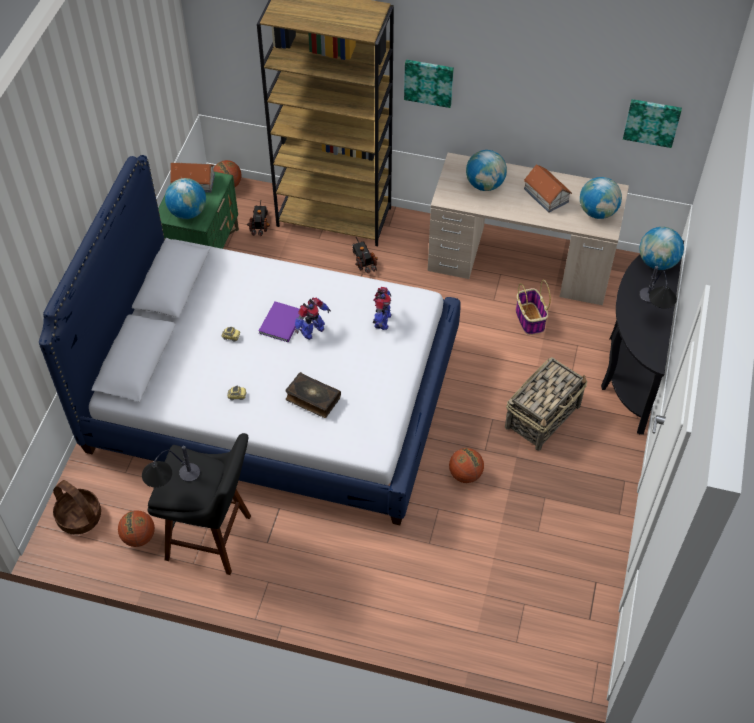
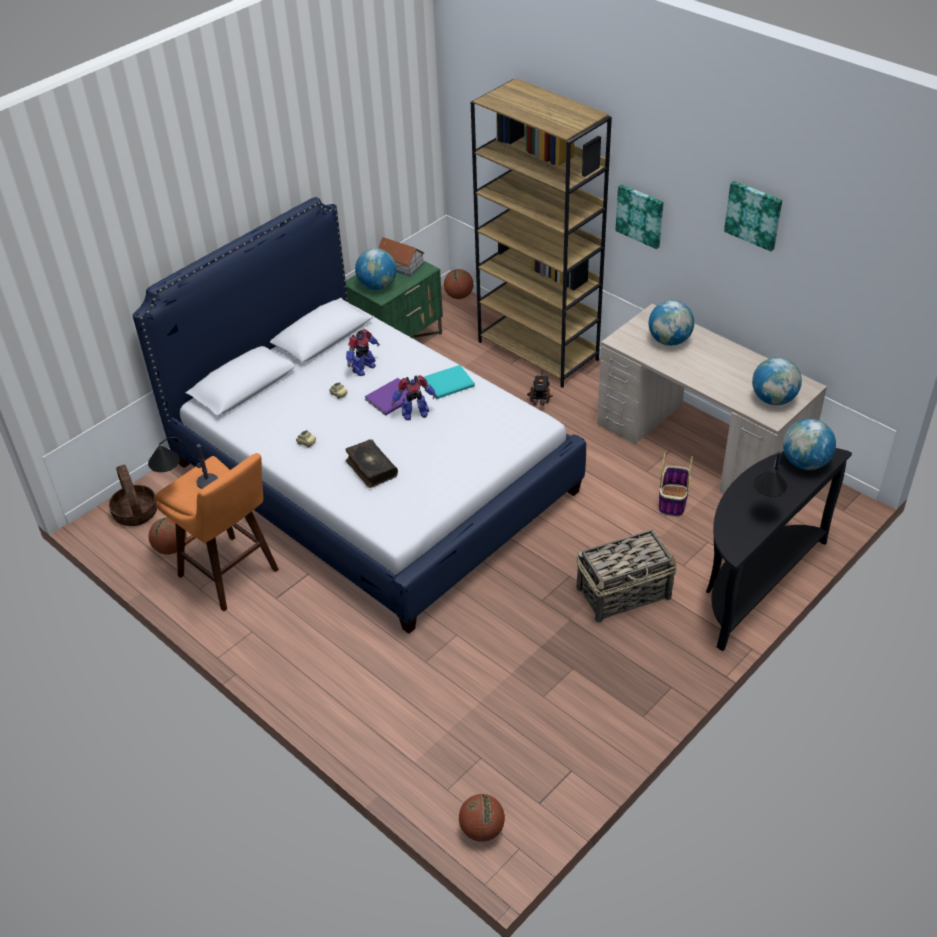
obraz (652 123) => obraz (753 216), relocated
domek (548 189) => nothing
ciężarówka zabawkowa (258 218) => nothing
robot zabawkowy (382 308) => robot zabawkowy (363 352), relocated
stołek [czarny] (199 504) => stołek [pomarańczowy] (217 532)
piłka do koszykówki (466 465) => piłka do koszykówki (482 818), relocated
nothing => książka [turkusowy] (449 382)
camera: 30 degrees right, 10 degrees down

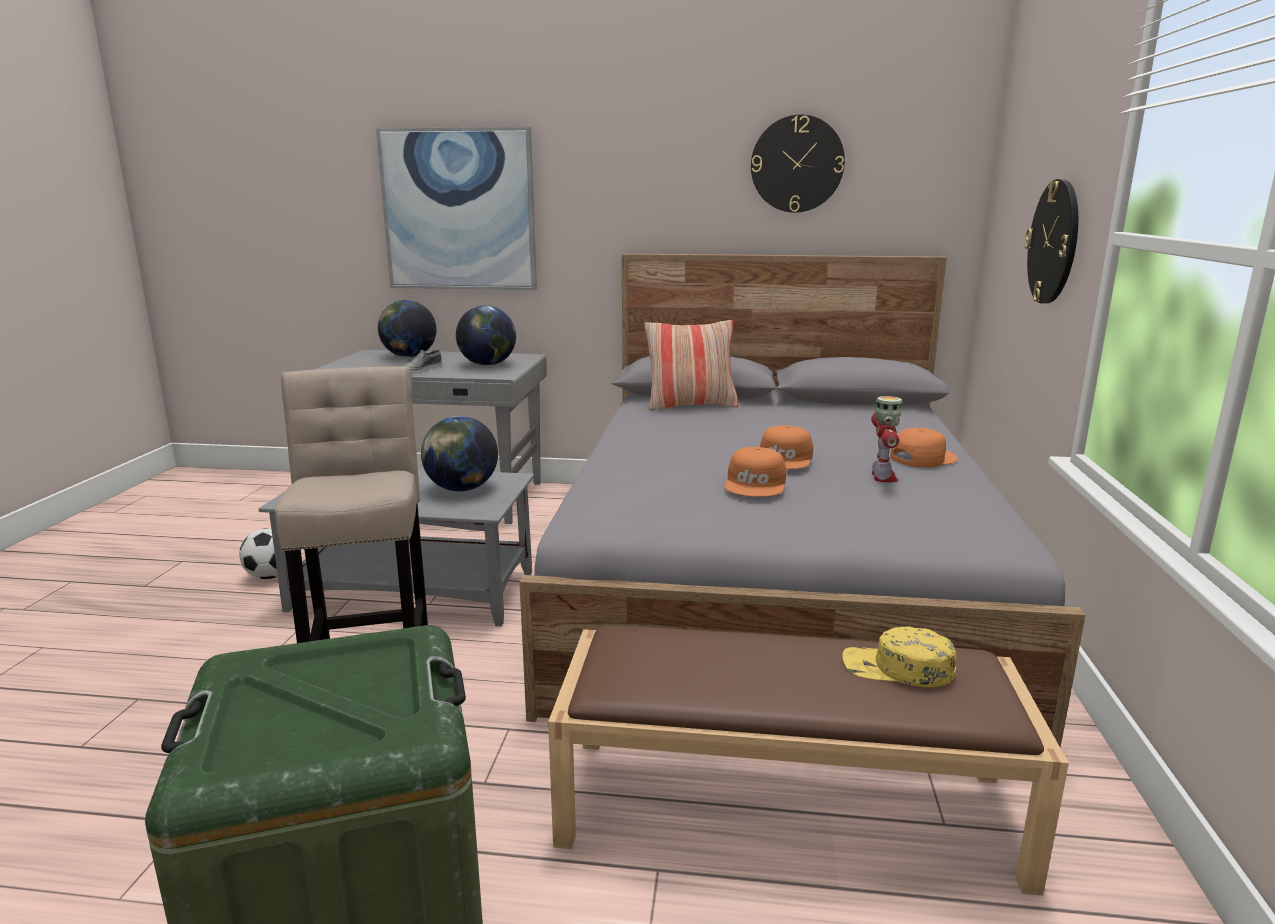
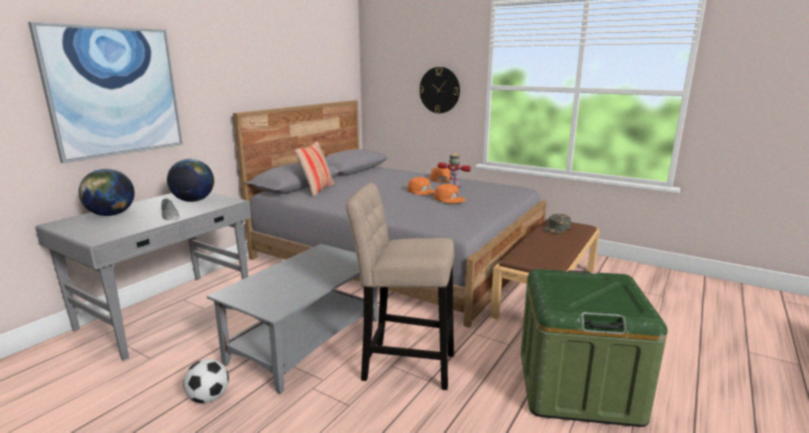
zegar ścienny (798 163) => nothing
globus (459 453) => nothing
czapka z daszkiem [żółty] (899 656) => czapka z daszkiem [zielony] (557 224)
camera: 65 degrees left, 0 degrees up

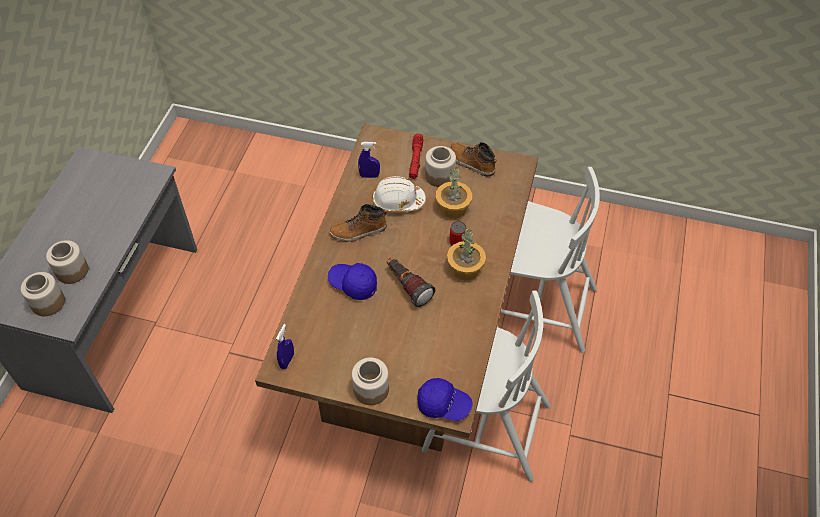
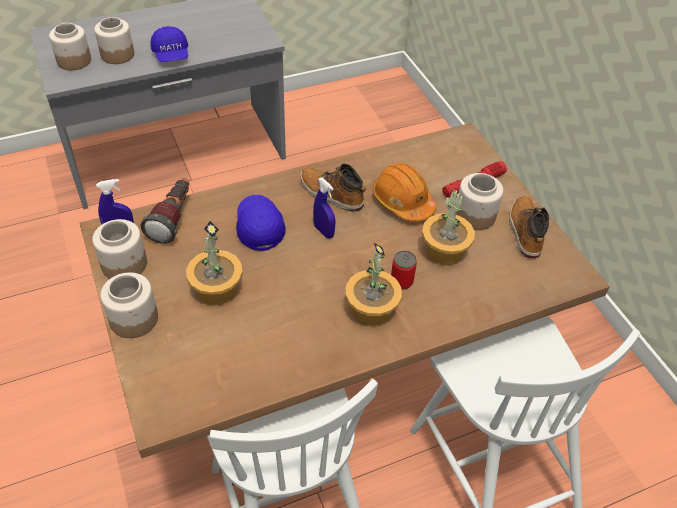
spryskiwacz [niebieski] (369 160) => spryskiwacz [niebieski] (324 208), relocated
kask [biały] (399 194) => kask [pomarańczowy] (404 192)
latarka (411 282) => latarka (165 211), relocated
czapka z daszkiem [niebieski] (445 399) => czapka z daszkiem [niebieski] (169 44), relocated
nothing => słoik (119 249)
nothing => roślina doniczkowa (214 263)
camera: 50 degrees right, 5 degrees down

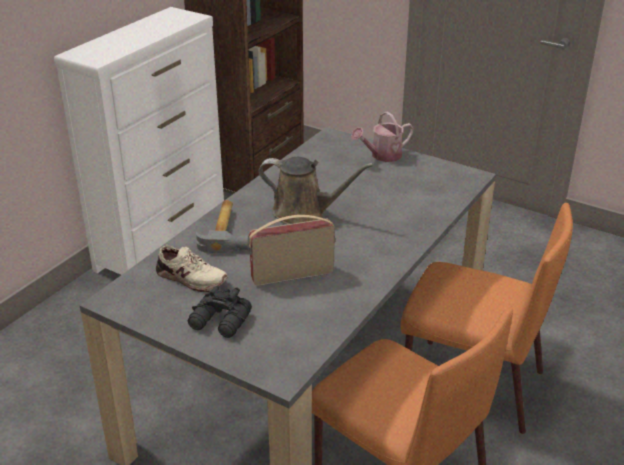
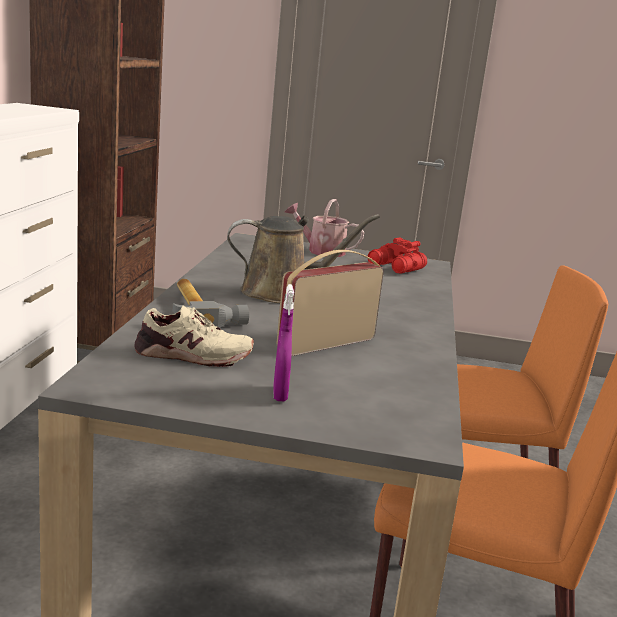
konewka (382 136) => konewka (324 228), 75 degrees clockwise
lornetka [czarny] (220 312) => spryskiwacz [fioletowy] (283 342)
nothing => lornetka [czerwony] (397 255)
camera: 25 degrees left, 15 degrees down

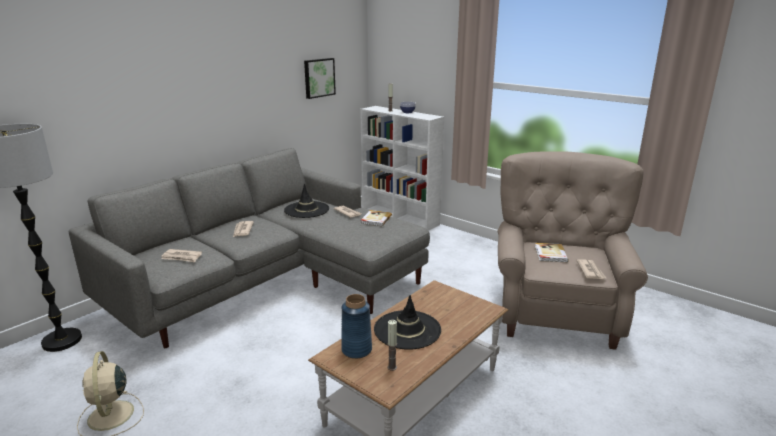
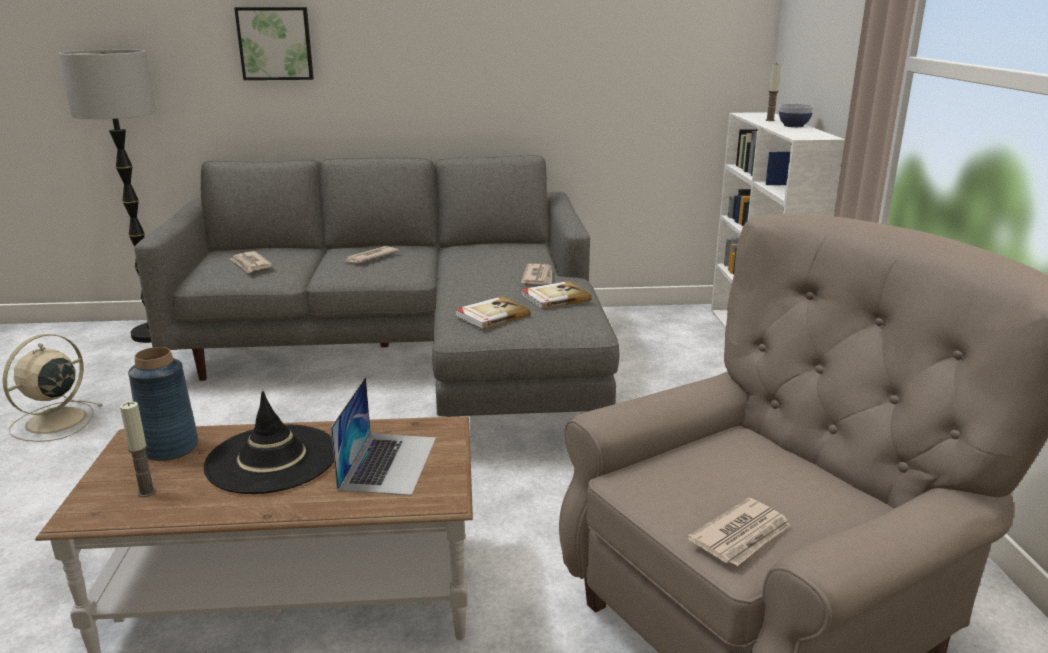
obraz (320 78) => obraz (274 43), relocated
kapelusz [czarny] (306 201) => nothing
książka (552 252) => książka (492 312), relocated
nothing => laptop (383 436)
camera: 45 degrees right, 0 degrees up

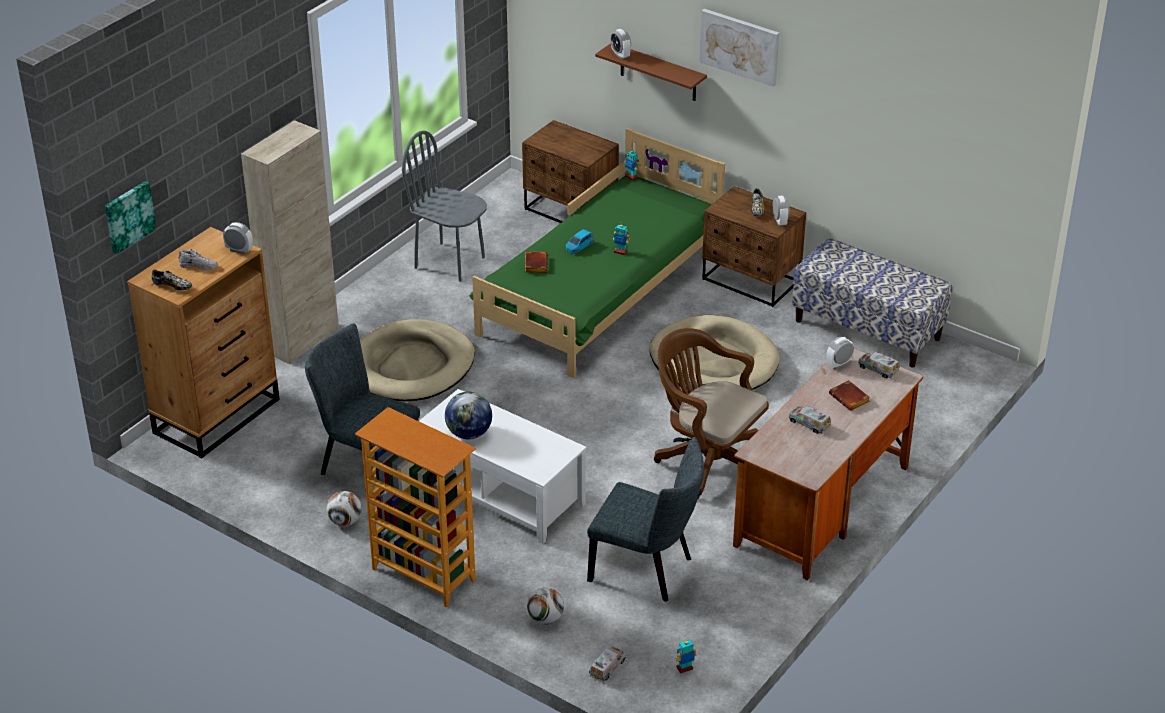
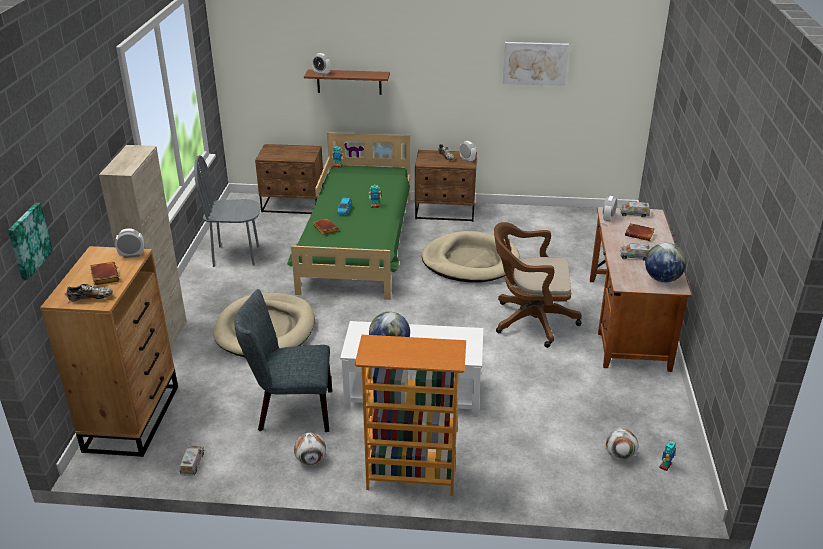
obraz (739 48) => obraz (536 64), relocated
ławka (872 303) => nothing
but [biały] (198 259) => książka [brązowy] (104 273)
krzesło [szary] (645 519) => nothing
piłka futbolowa (545 606) => piłka futbolowa (622 444), relocated
ciężarówka zabawkowa (607 664) => ciężarówka zabawkowa (192 461), relocated
nothing => globus (665 263)
camera: 30 degrees left, 5 degrees down

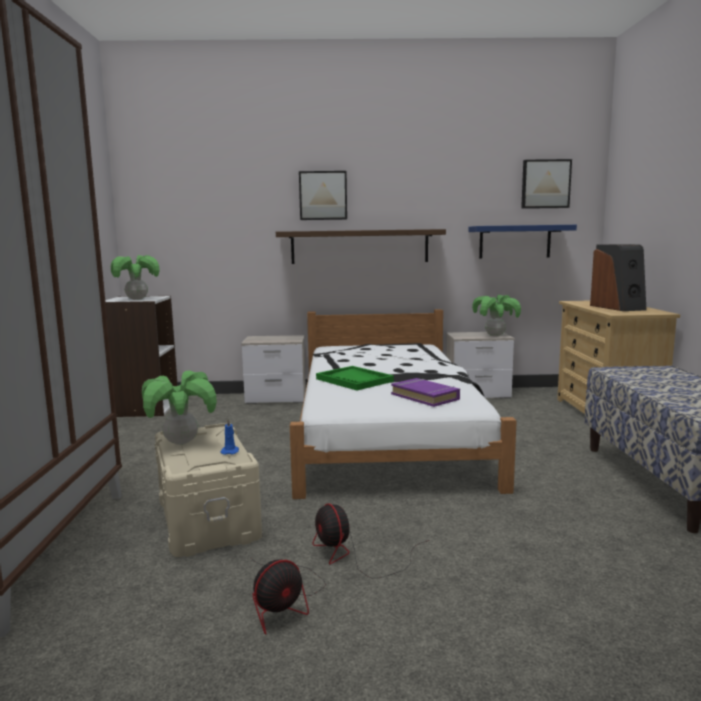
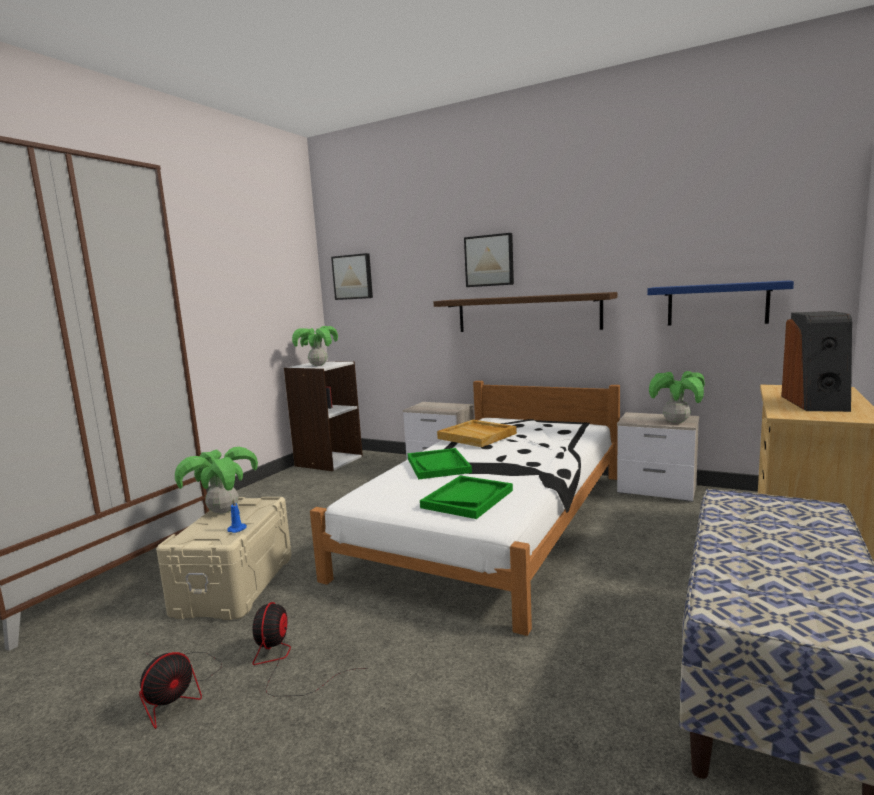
obraz (546 184) => obraz (352 276), relocated
książka [fioletowy] (425 392) => taca [zielony] (466 497)
wentylator (288 596) => wentylator (180 690), 45 degrees counterclockwise
nothing => taca [beżowy] (477 433)
camera: 30 degrees right, 0 degrees up

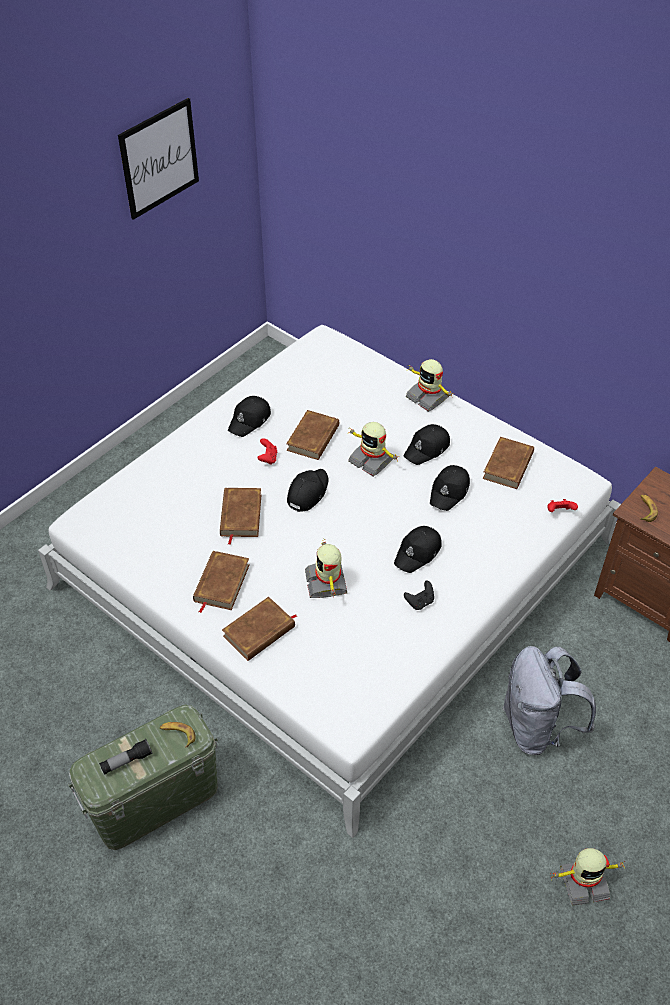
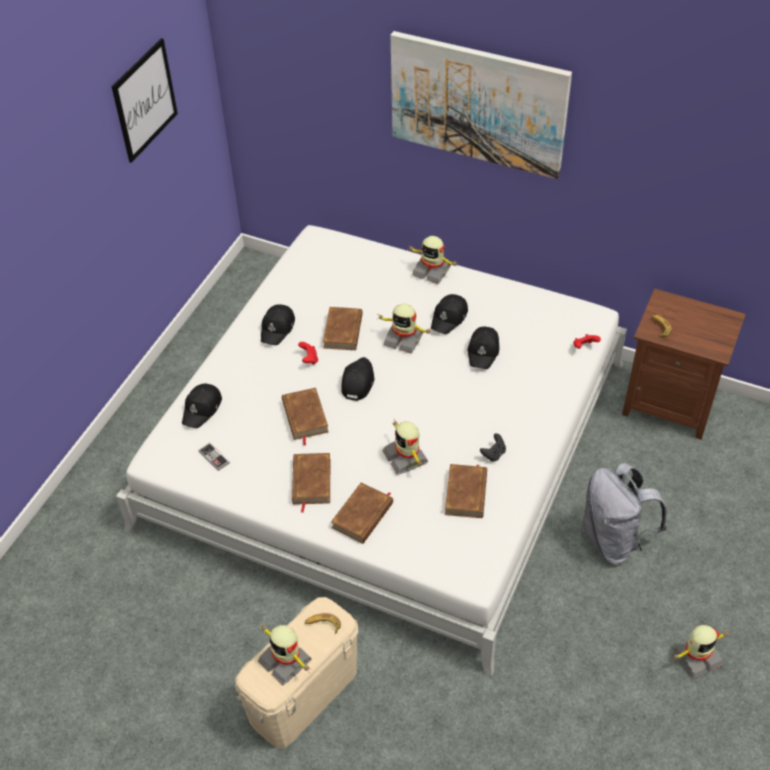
książka [brązowy] (508 463) => książka [brązowy] (466 491), relocated
czapka z daszkiem [czarny] (418 549) => czapka z daszkiem [czarny] (202 406), relocated
pojemnik do przechowywania [zielony] (143 777) => pojemnik do przechowywania [beżowy] (296 672)
latarka (125 757) => robot zabawkowy (285 655)
nothing => obraz (481 105)
nothing => pad do gier (214 457)
camera: 15 degrees left, 0 degrees up

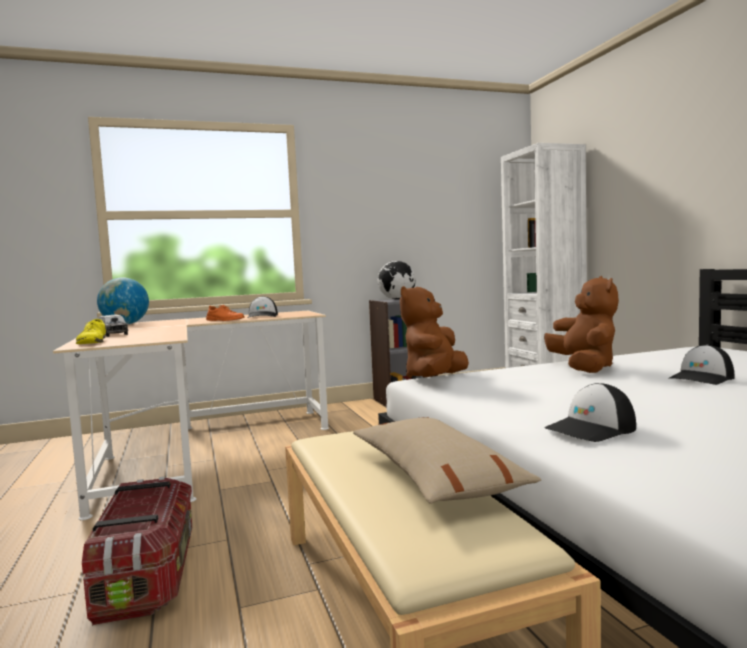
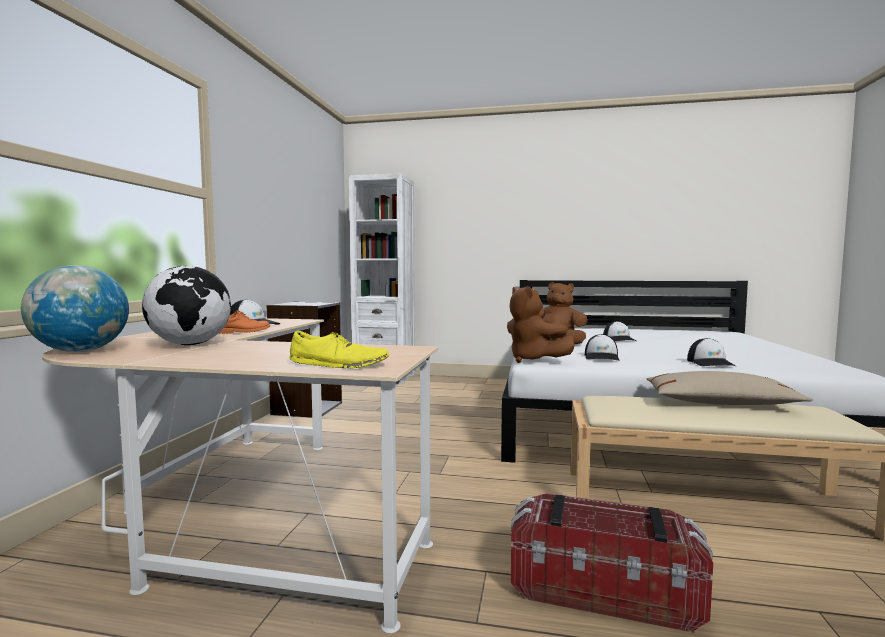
globus (397 280) => globus (186 305), relocated
ciężarówka zabawkowa (113 326) => nothing
nothing => czapka z daszkiem (602 347)
camera: 60 degrees left, 0 degrees up

